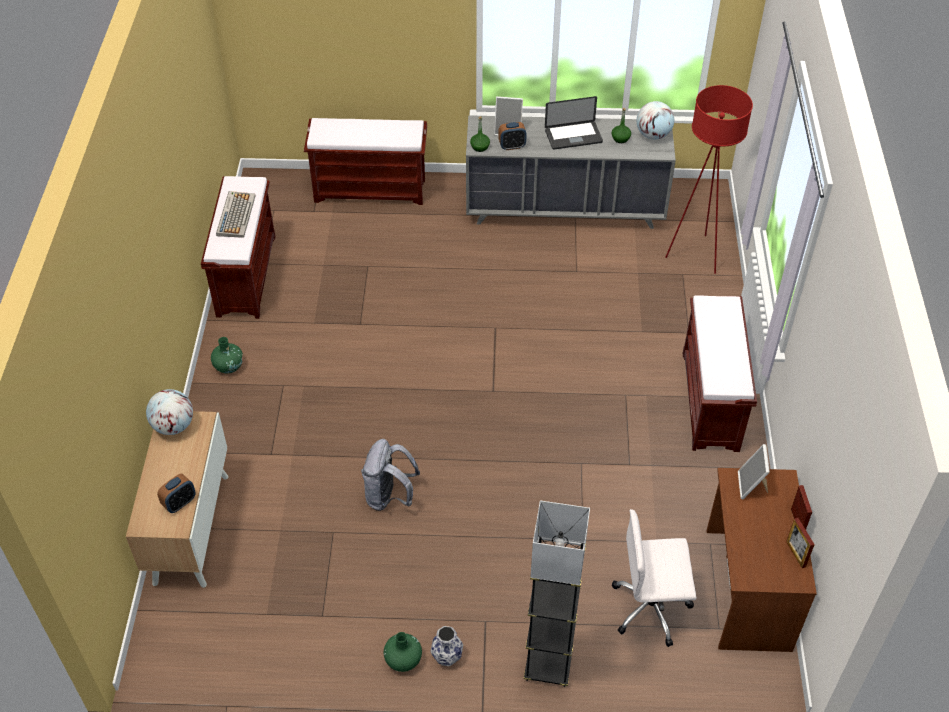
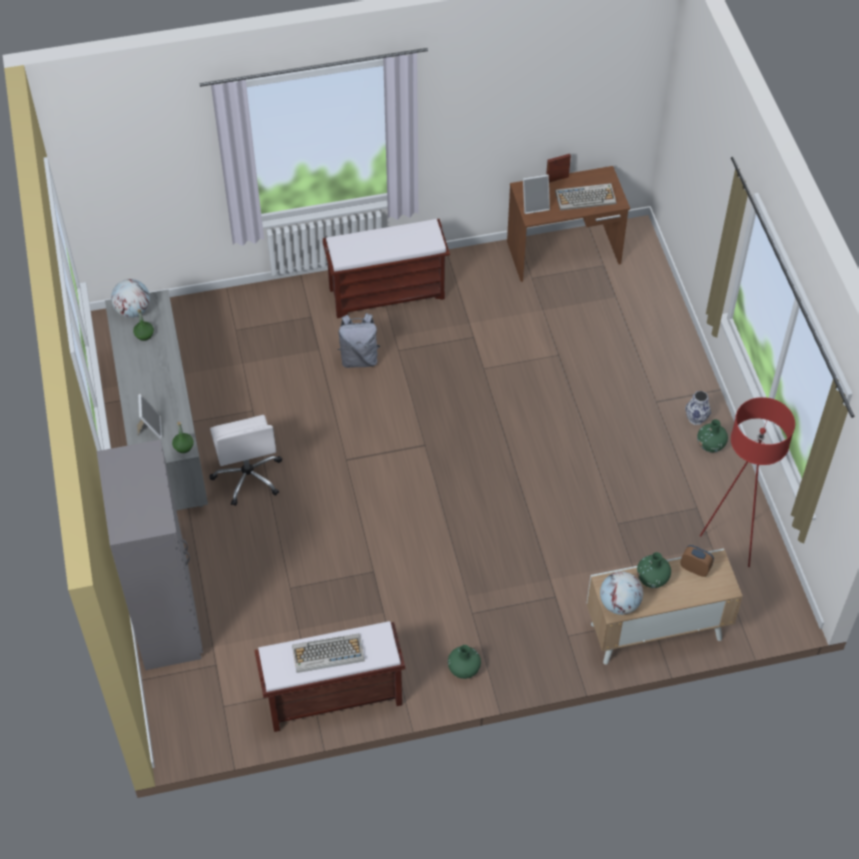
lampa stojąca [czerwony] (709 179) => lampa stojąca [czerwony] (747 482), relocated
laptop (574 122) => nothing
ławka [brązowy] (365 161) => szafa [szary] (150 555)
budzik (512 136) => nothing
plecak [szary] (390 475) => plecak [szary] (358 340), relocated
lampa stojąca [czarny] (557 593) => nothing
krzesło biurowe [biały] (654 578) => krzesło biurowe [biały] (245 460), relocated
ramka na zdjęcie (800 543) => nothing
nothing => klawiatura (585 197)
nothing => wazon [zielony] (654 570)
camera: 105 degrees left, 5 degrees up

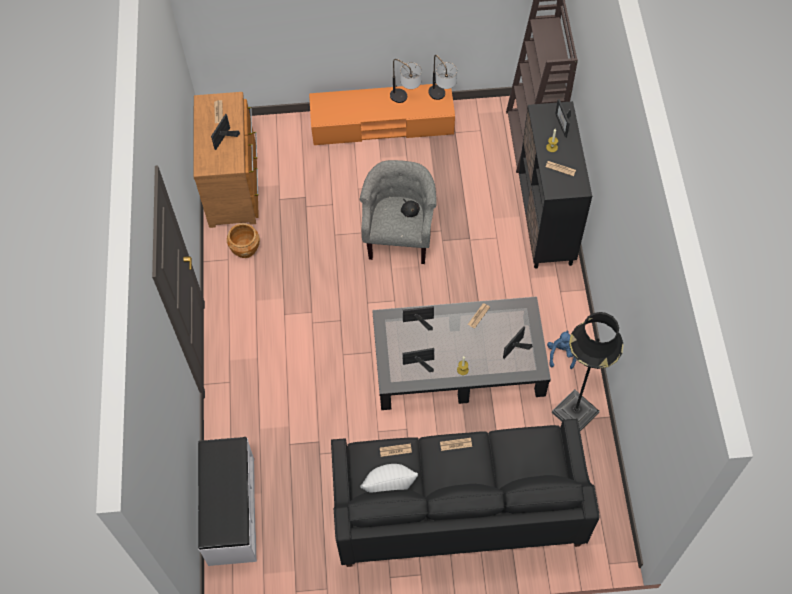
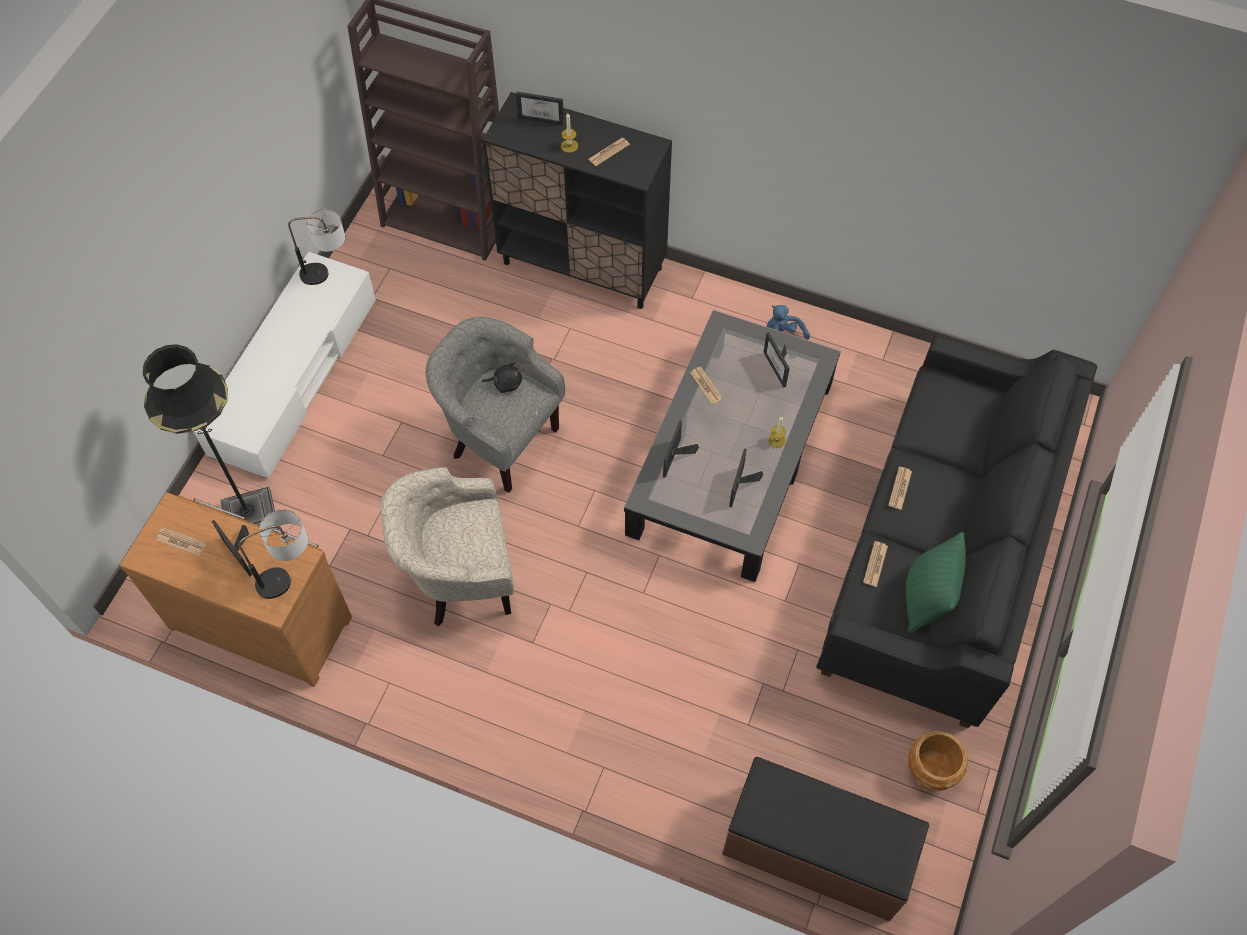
lampa stołowa (406 81) => lampa stołowa (273 554), relocated
szafka pod telewizor [pomarańczowy] (382 114) => szafka pod telewizor [biały] (285 365)
donica [brązowy] (243 240) => donica [brązowy] (938 761), relocated
lampa stojąca [czarny] (588 371) => lampa stojąca [czarny] (211 438), relocated
ławka [biały] (227 501) => ławka [brązowy] (825 839)
poduszka [biały] (389 478) => poduszka [zielony] (936 582)
nothing => fotel [beżowy] (447 546)
camera: 65 degrees left, 0 degrees up

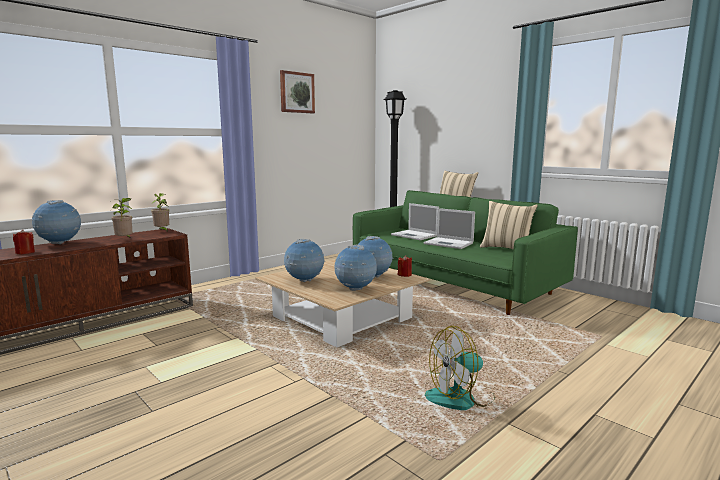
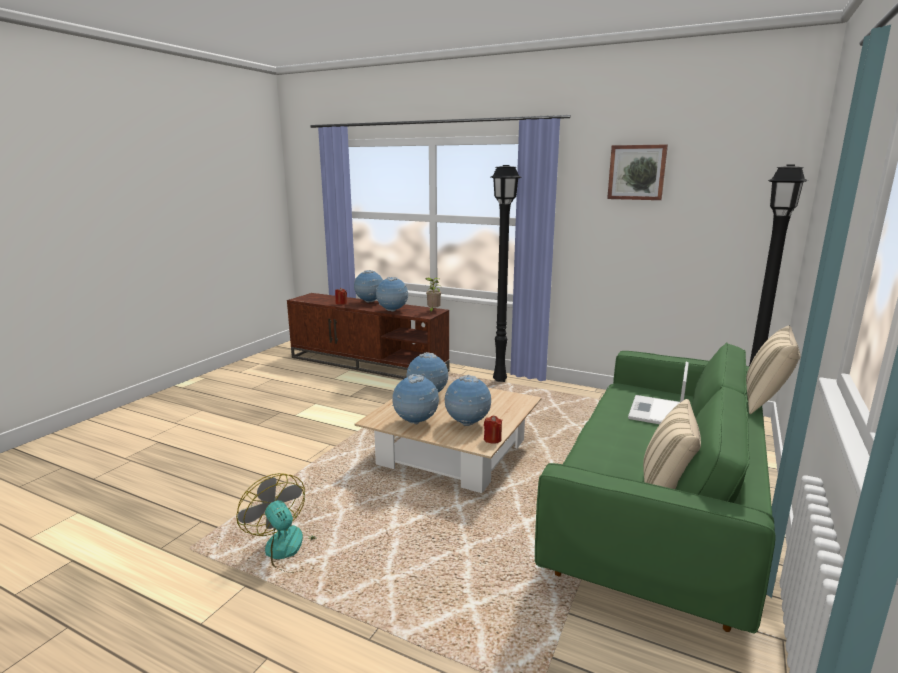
roślina doniczkowa (121 217) => globus (392 294)
laptop (449 228) => nothing
nothing => lampa stojąca [czarny] (506 273)
camera: 70 degrees right, 5 degrees up

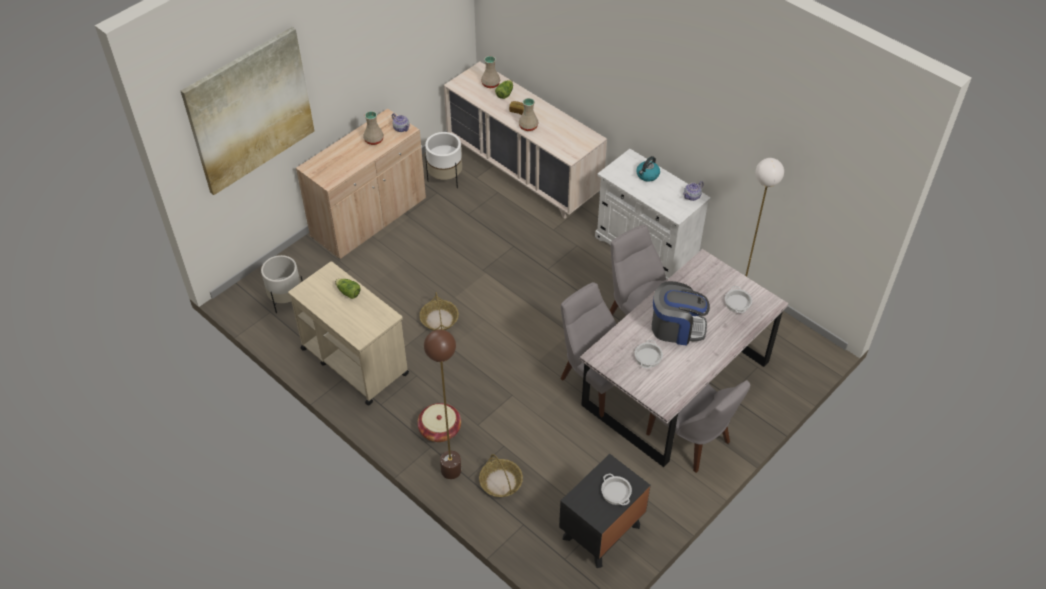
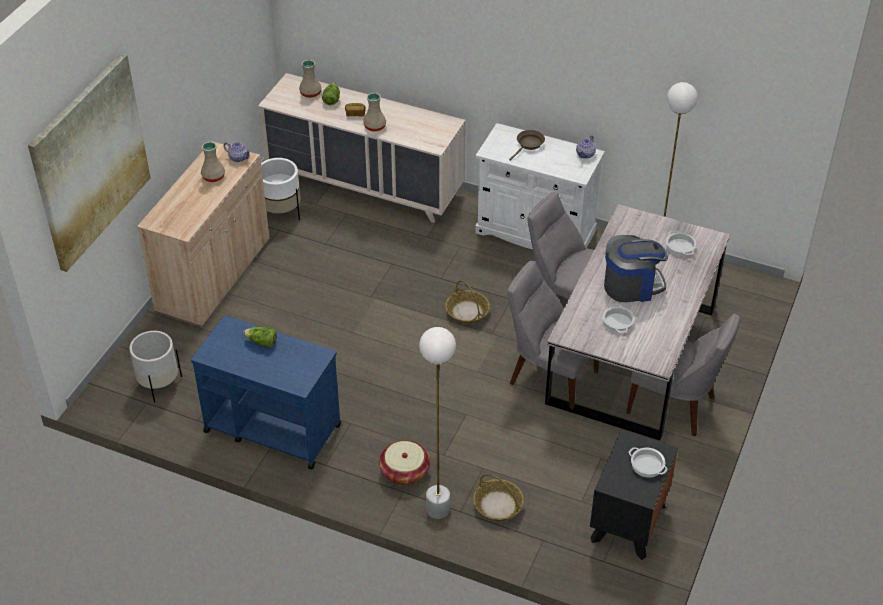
czajnik (648 169) => patelnia [brązowy] (527 145)
wózek [beżowy] (348 333) => wózek [niebieski] (266 392)
koszyk (439 311) => koszyk (467 302), relocated
lampa stojąca [brązowy] (442 404) => lampa stojąca [biały] (437 423)
camera: 20 degrees left, 5 degrees down

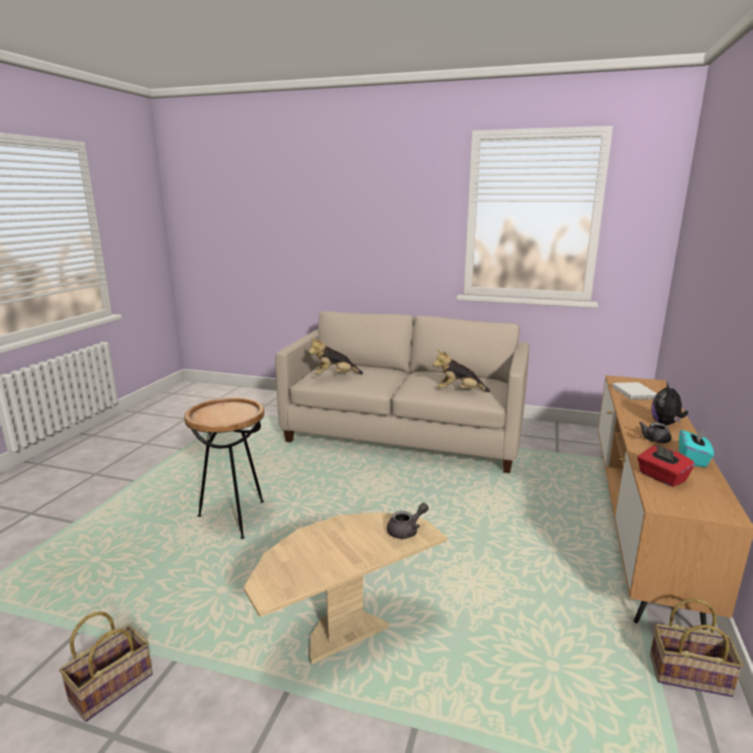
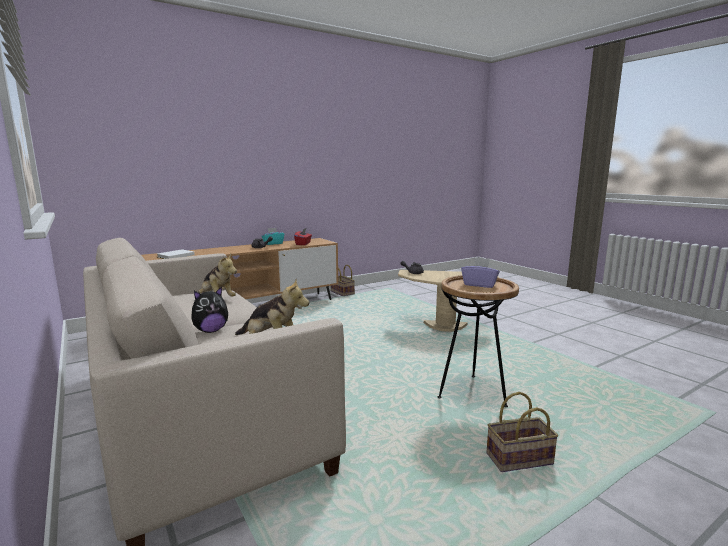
pluszak (669 403) => pluszak (209 310), relocated
koszyk (106 667) => koszyk (522 432), relocated
nothing => pudełko chusteczek [fioletowy] (480 272)
camera: 140 degrees left, 5 degrees down

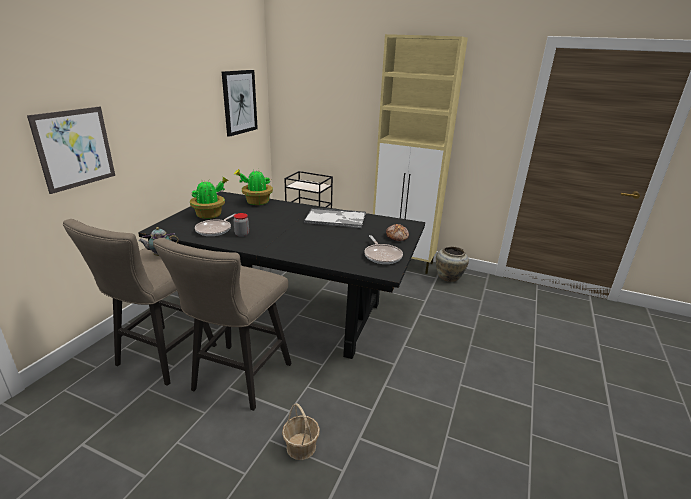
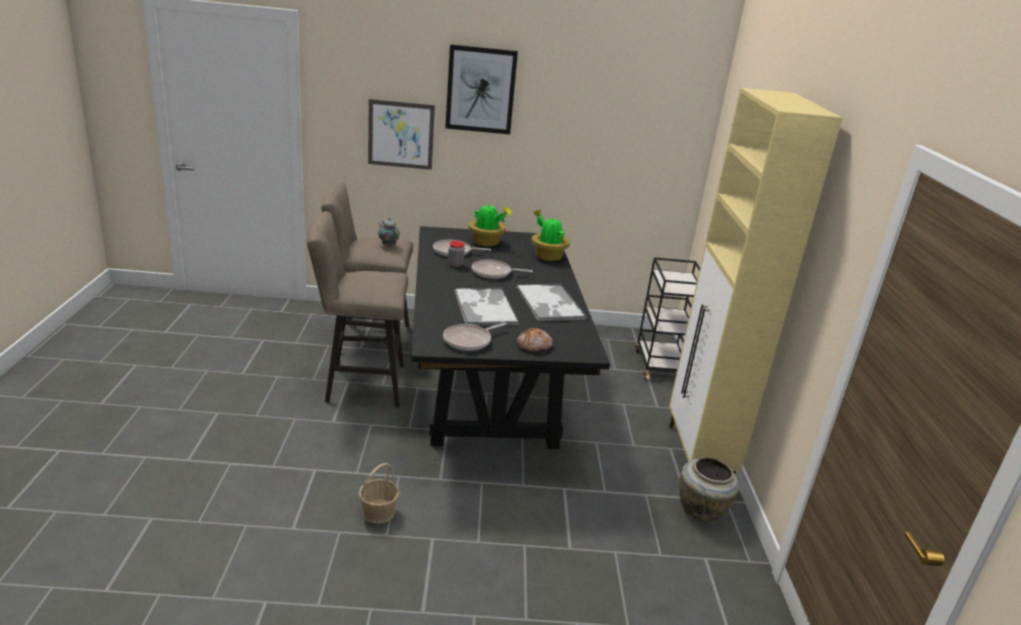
obraz (240 103) => obraz (481 89), relocated
koszyk (301 431) => koszyk (379 493), relocated
nothing => patelnia (502 269)
nothing => taca (486 307)
camera: 65 degrees right, 0 degrees up

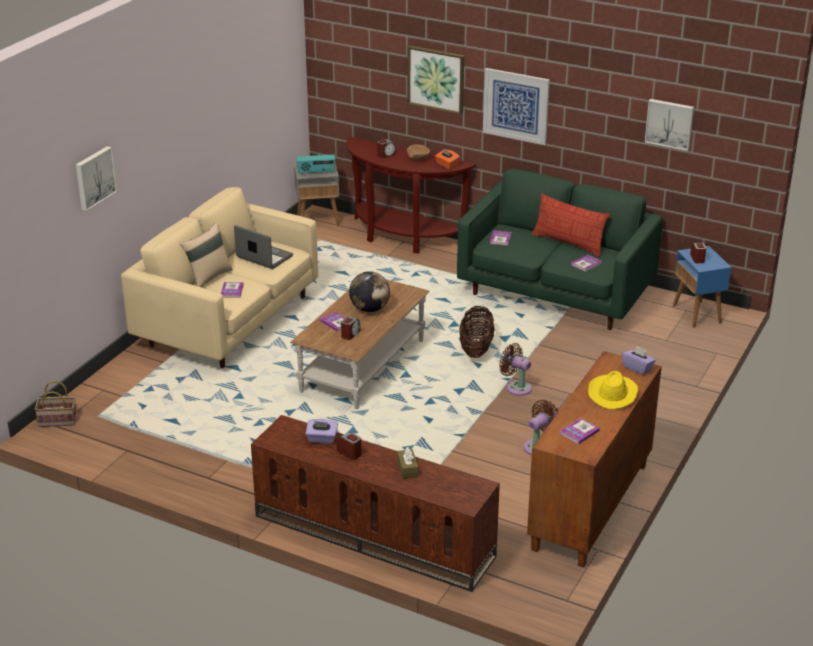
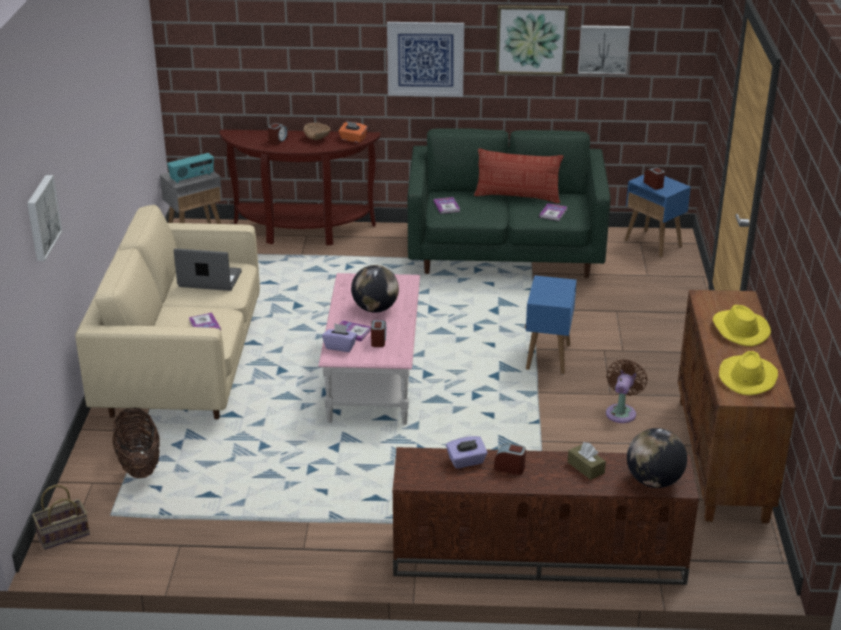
obraz (436 80) => obraz (532 40), relocated
poduszka [beżowy] (206 254) => nothing
ława [brązowy] (360 344) => ława [różowy] (369 349)
koszyk (477 332) => koszyk (136 442), relocated
wentylator [brązowy] (515 369) => stolik [niebieski] (551 325)
pudełko chusteczek [fioletowy] (639 360) => pudełko chusteczek [fioletowy] (339 338), relocated
książka (580 431) => kapelusz [żółty] (748 373)
nothing => globus (657 458)
camera: 25 degrees left, 0 degrees up

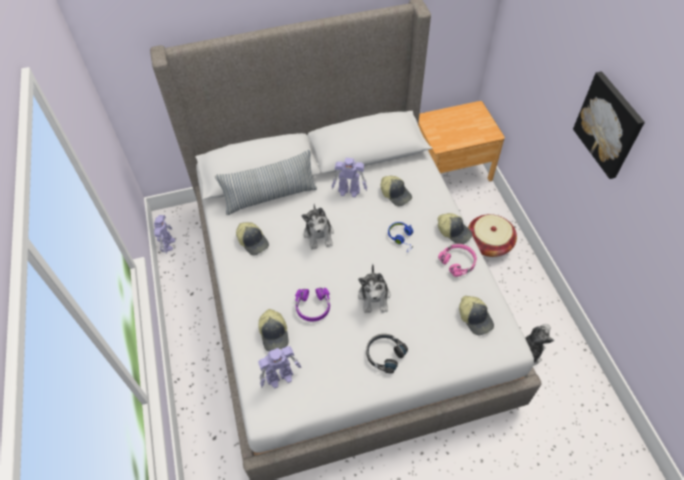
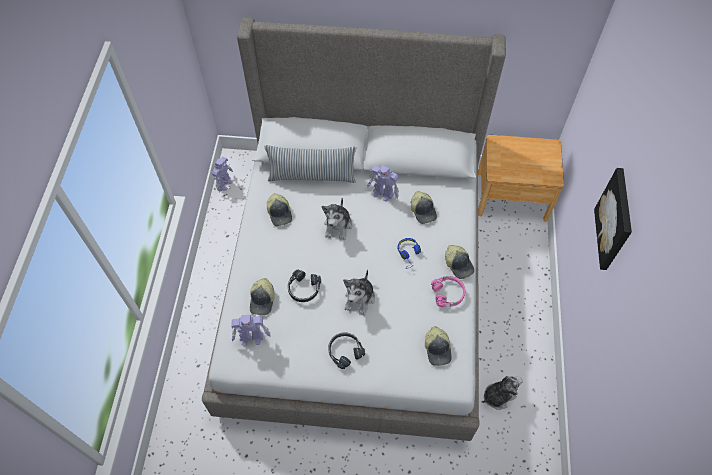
koszyk (492 235) => nothing
słuchawki [fioletowy] (312 304) => słuchawki [czarny] (304 286)
camera: 20 degrees right, 5 degrees up

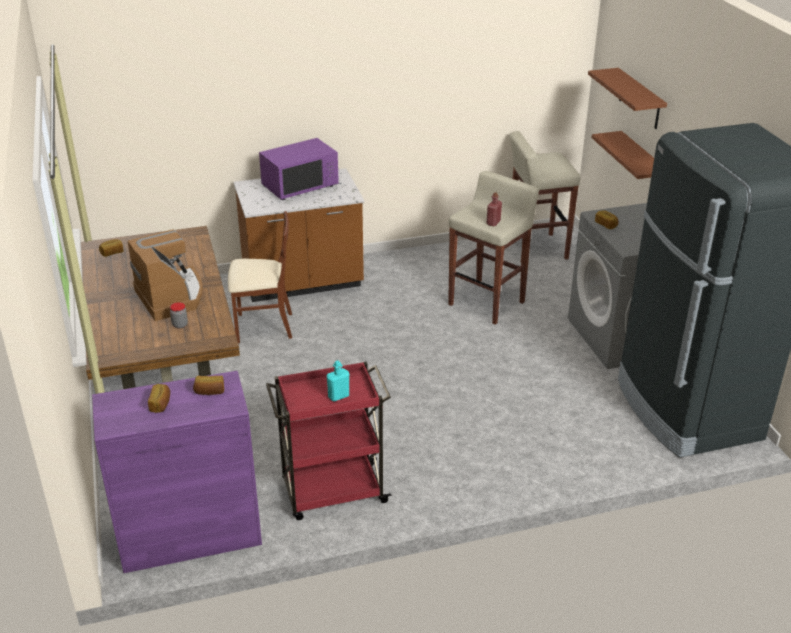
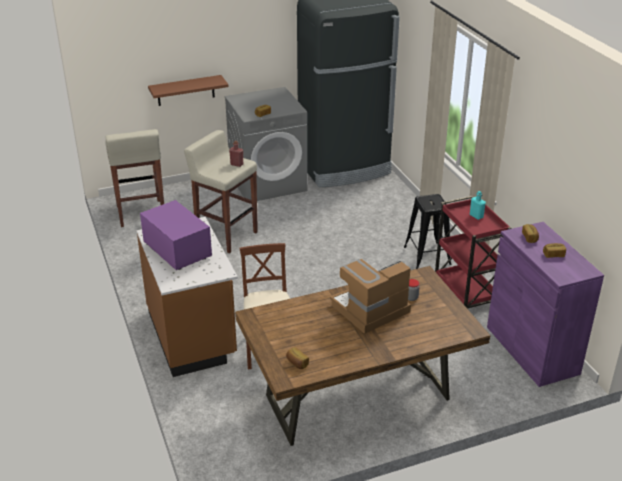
półka [brązowy] (627 98) => nothing
nothing => stołek [czarny] (427 231)
camera: 95 degrees left, 0 degrees up

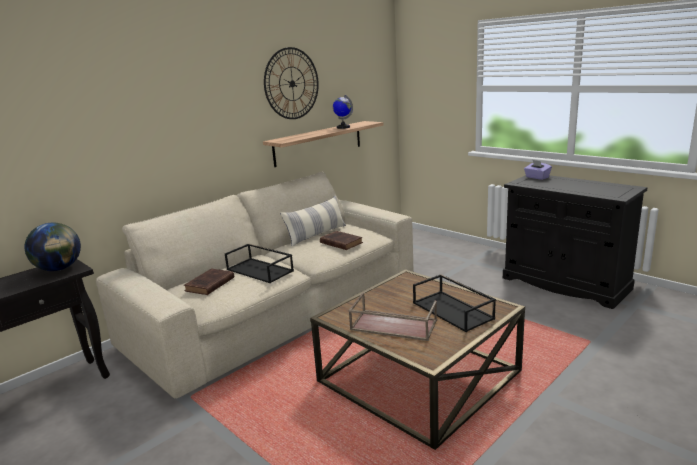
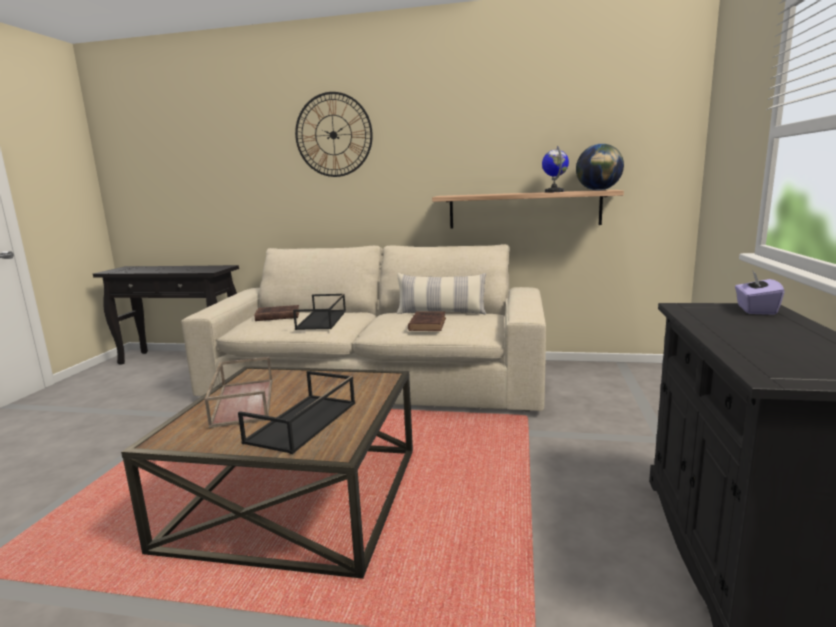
zegar ścienny (291 83) => zegar ścienny (334 134), relocated
globus (52 247) => globus (600 167), relocated
camera: 55 degrees right, 5 degrees down

